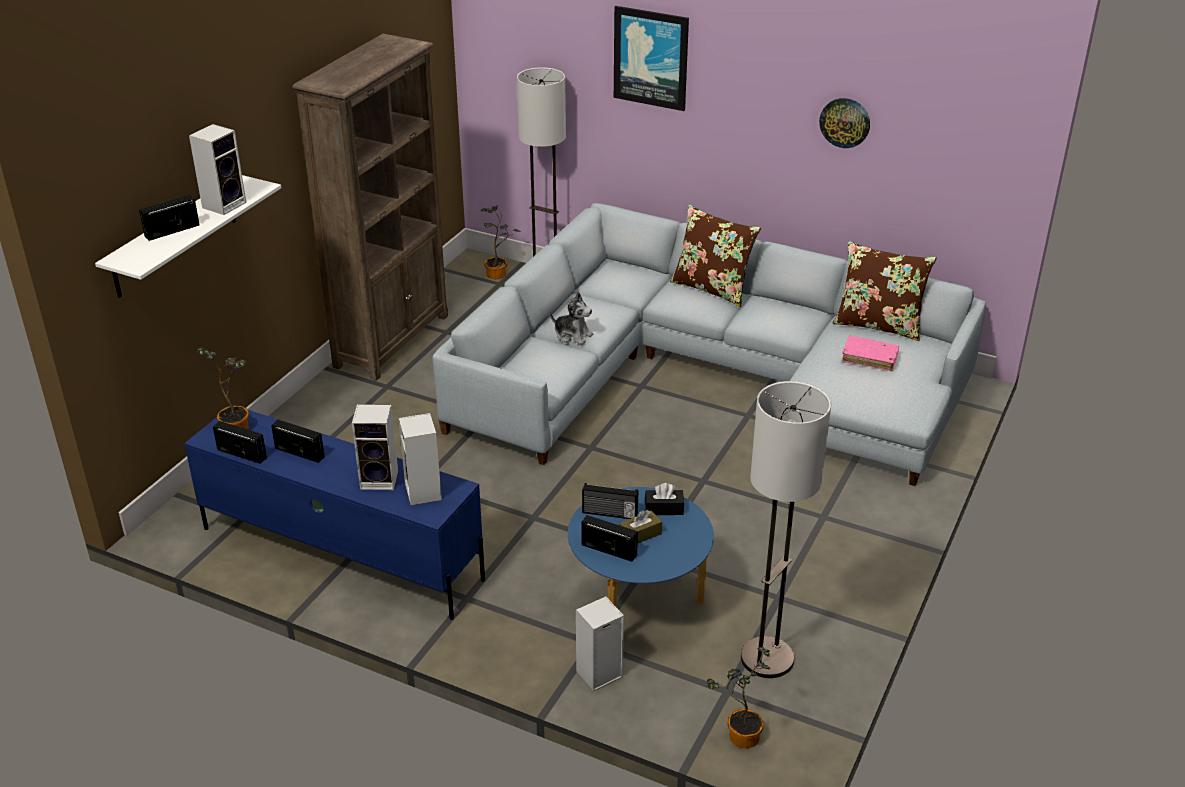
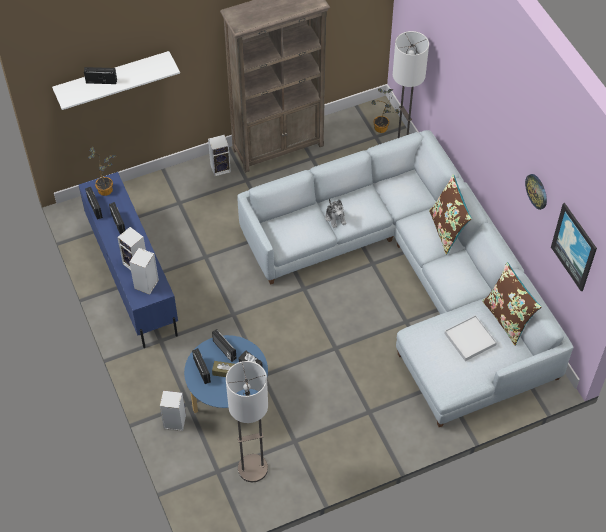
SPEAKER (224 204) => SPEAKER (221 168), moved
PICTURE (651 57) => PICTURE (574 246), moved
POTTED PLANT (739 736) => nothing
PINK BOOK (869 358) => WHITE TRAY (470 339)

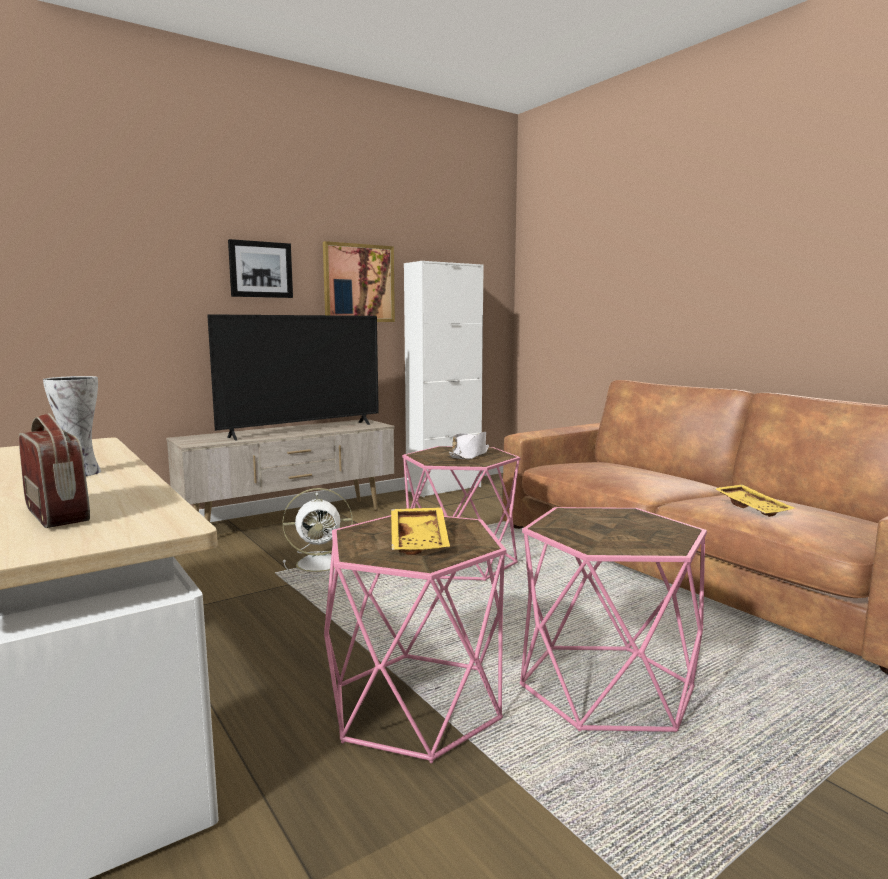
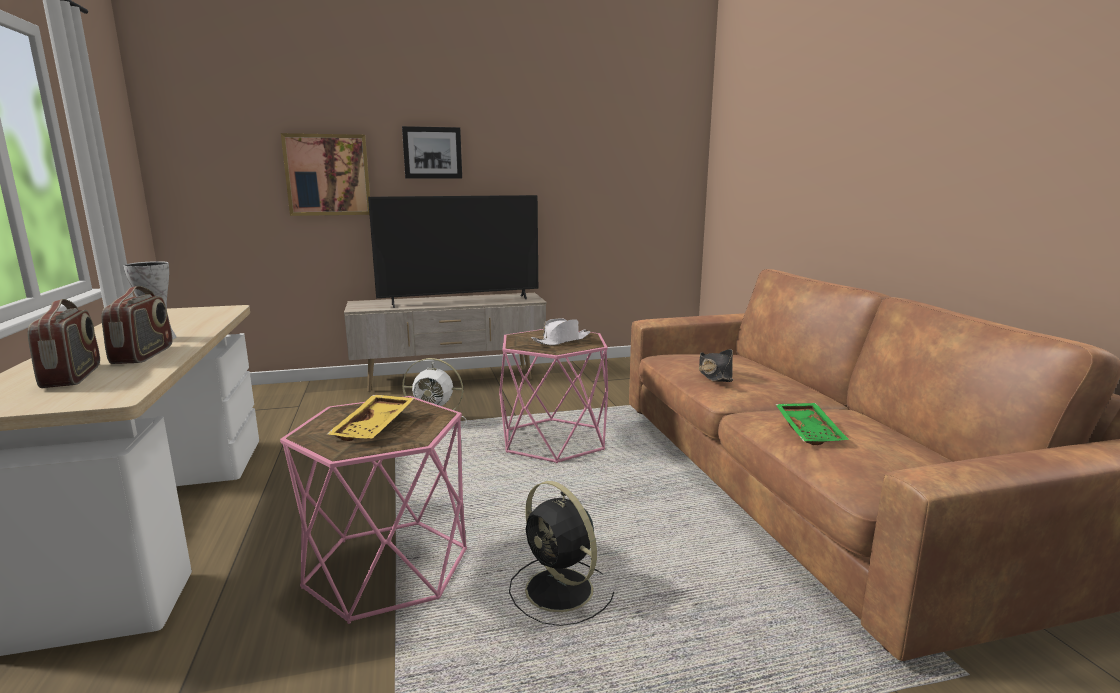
PICTURE (358 283) => PICTURE (328 175), moved
WHITE CABINET (444 488) => nothing
PINK SIDE TABLE (606 688) => BLACK FAN (561 591)
YELLOW TRAY (753 507) => GREEN TRAY (810 431)
nothing => RADIO (144 355)
nothing => BLACK HAT (715 375)

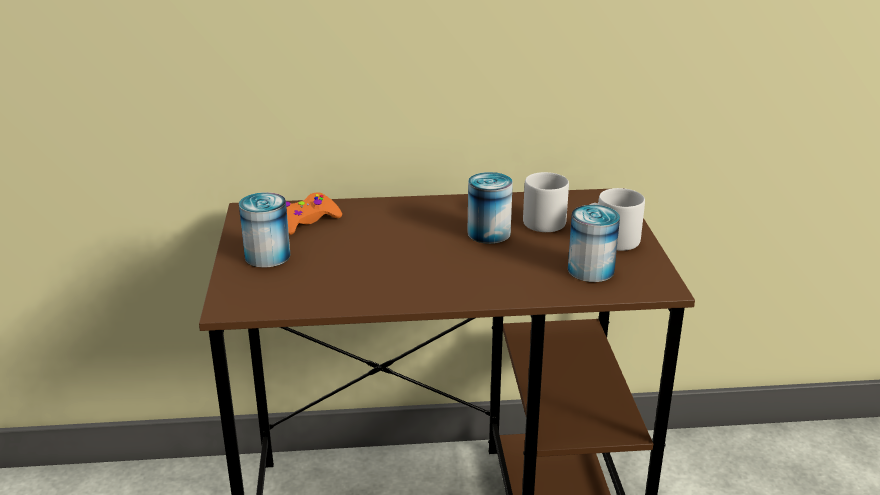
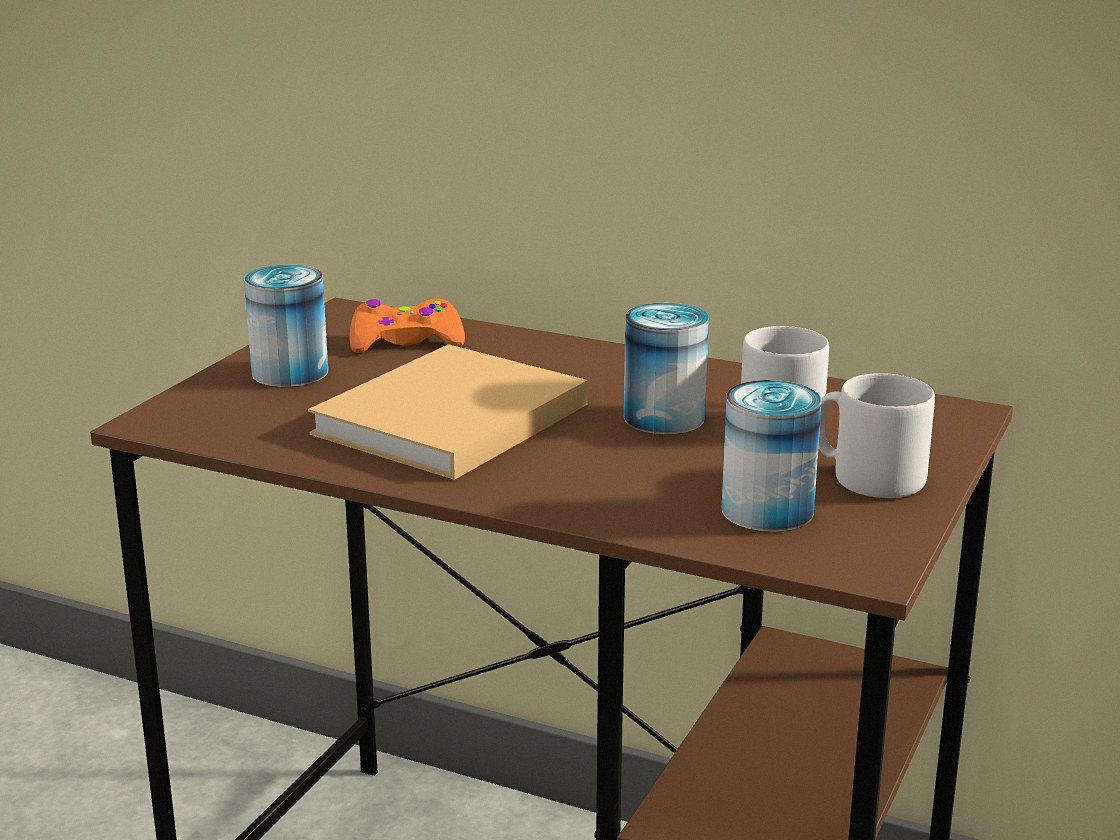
nothing => BEIGE BOOK (446 421)

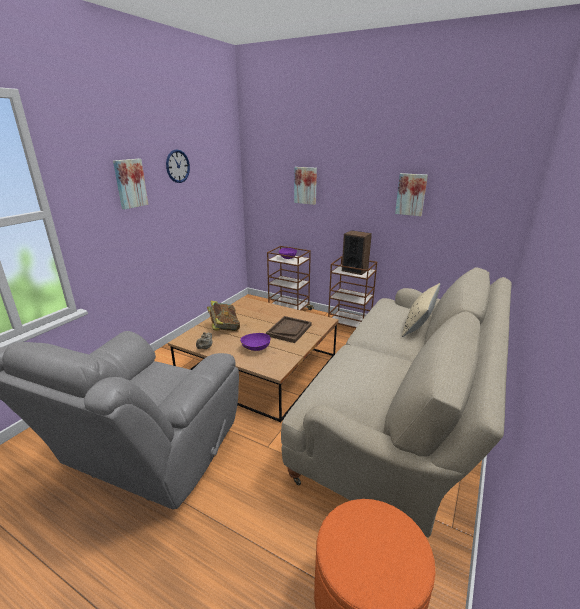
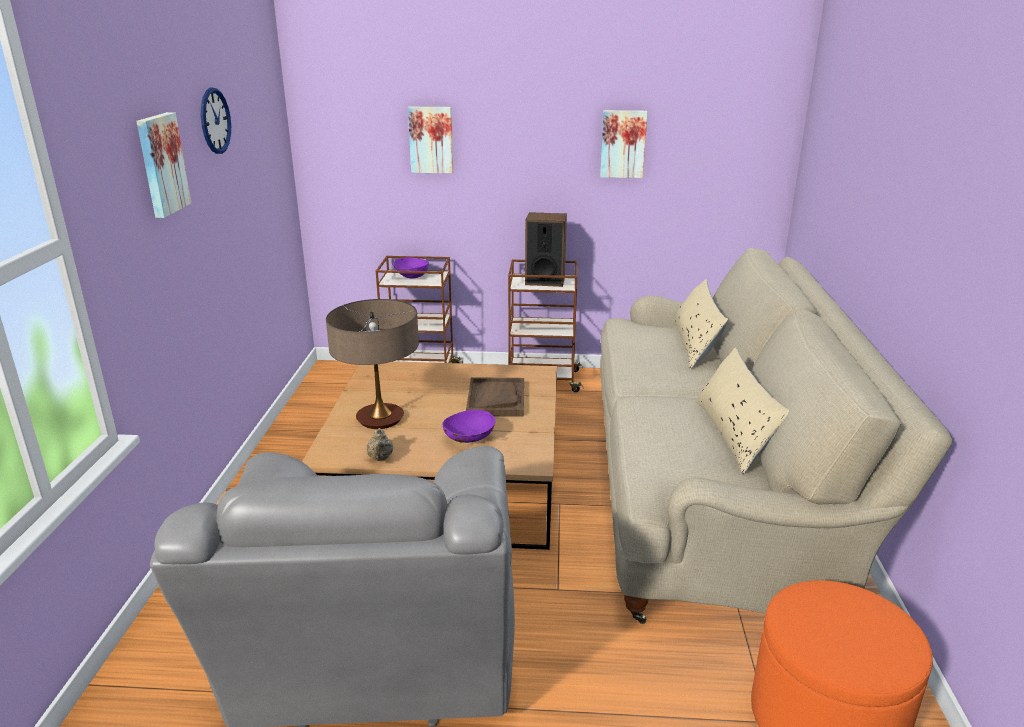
BOOK (224 328) => TABLE LAMP (380 419)
nothing => BEIGE PILLOW (734 434)

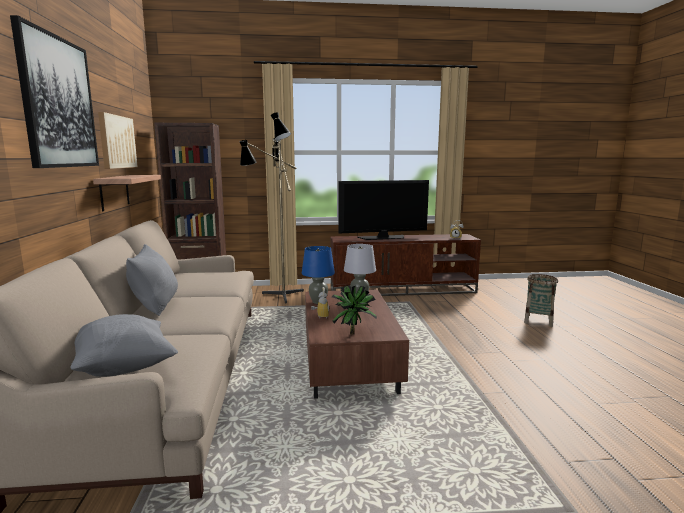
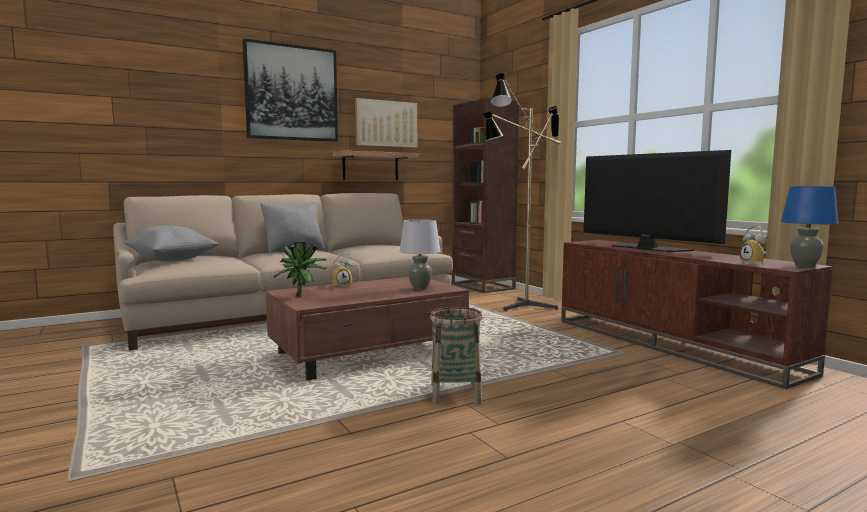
BLUE TABLE LAMP (318 302) => BLUE TABLE LAMP (804 265), moved
BASKET (538 321) => BASKET (455 394), moved

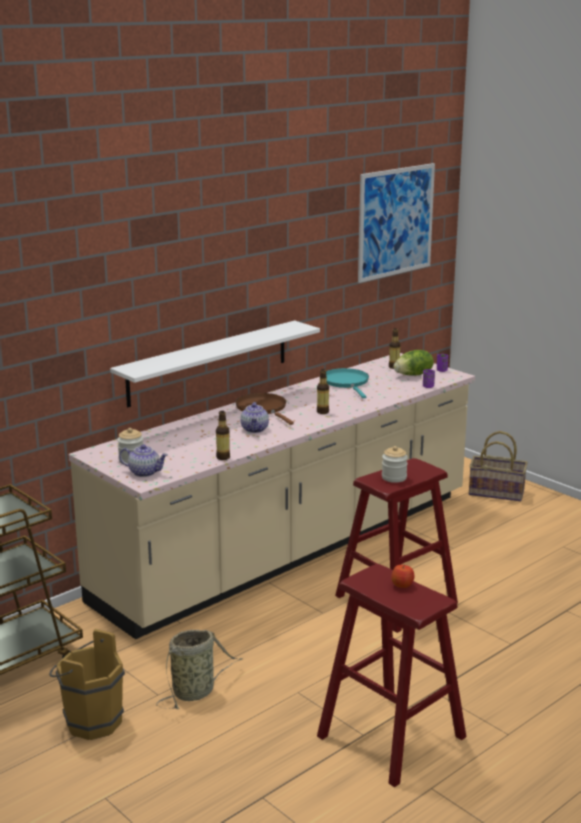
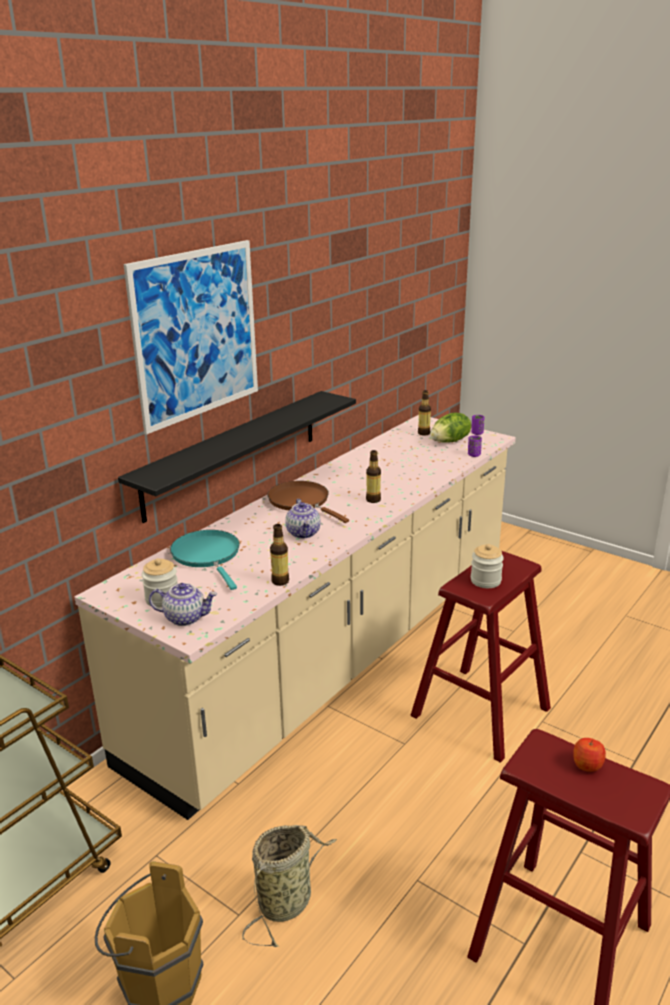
WHITE SHELF (209 363) => BLACK SHELF (233 453)
TURQUOISE FRYING PAN (346 382) => TURQUOISE FRYING PAN (207 556), moved
PICTURE (395 222) => PICTURE (196 334), moved
BASKET (496 492) => nothing

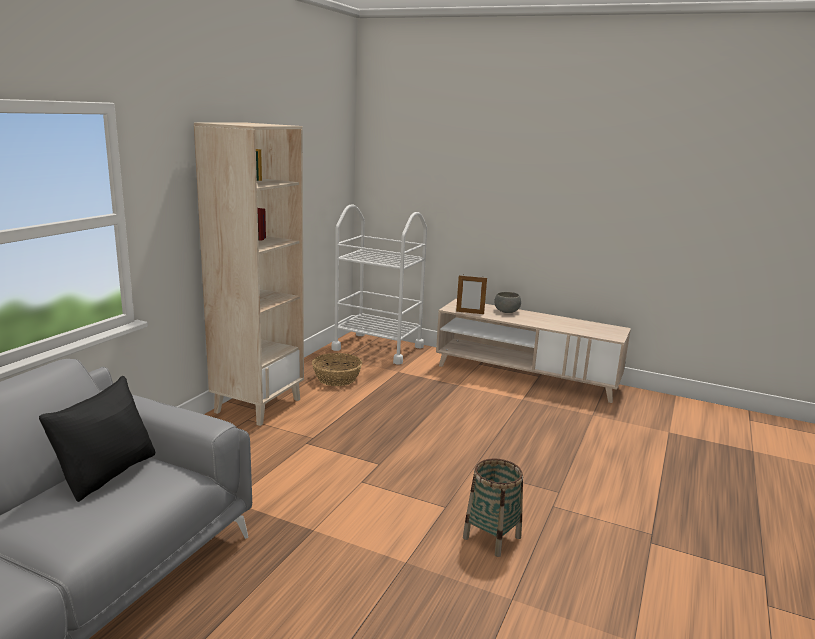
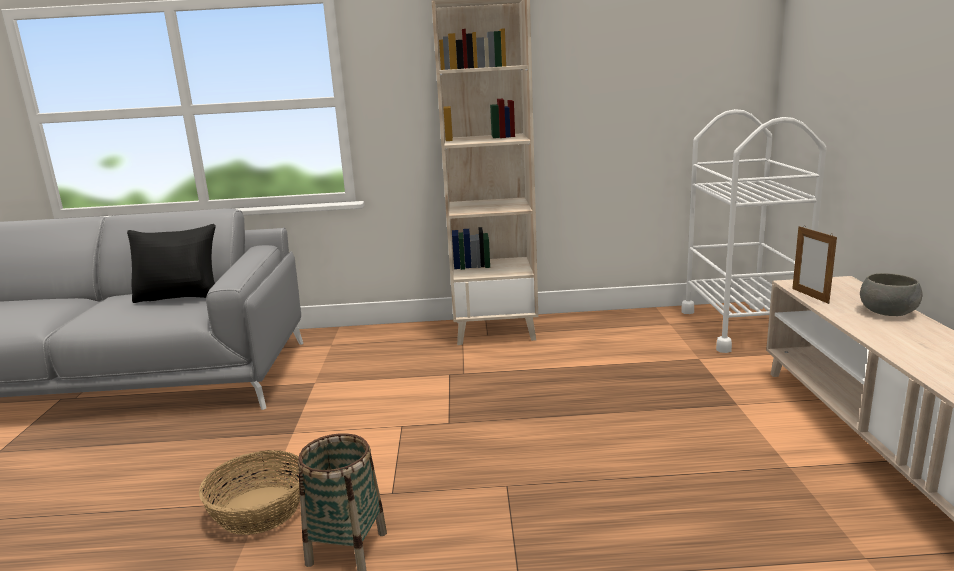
BASKET (336 378) => BASKET (260 509), moved

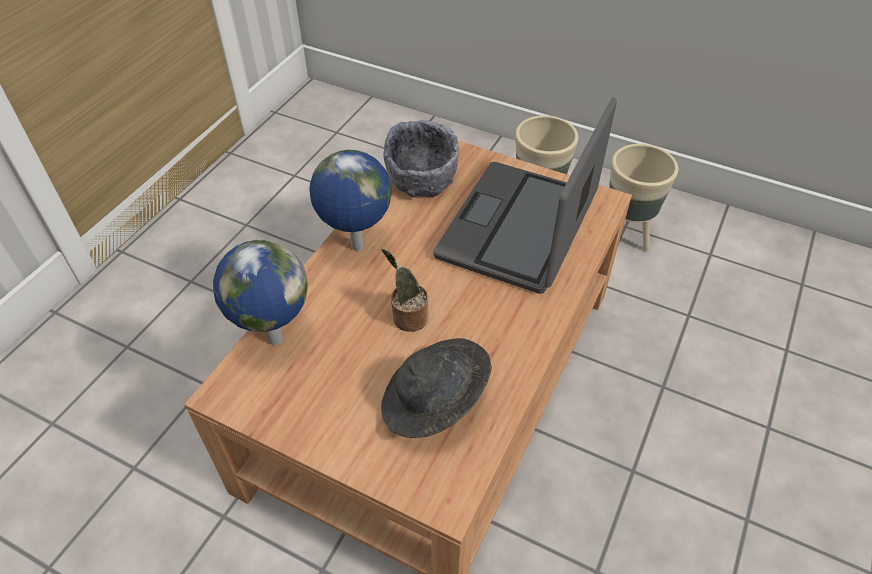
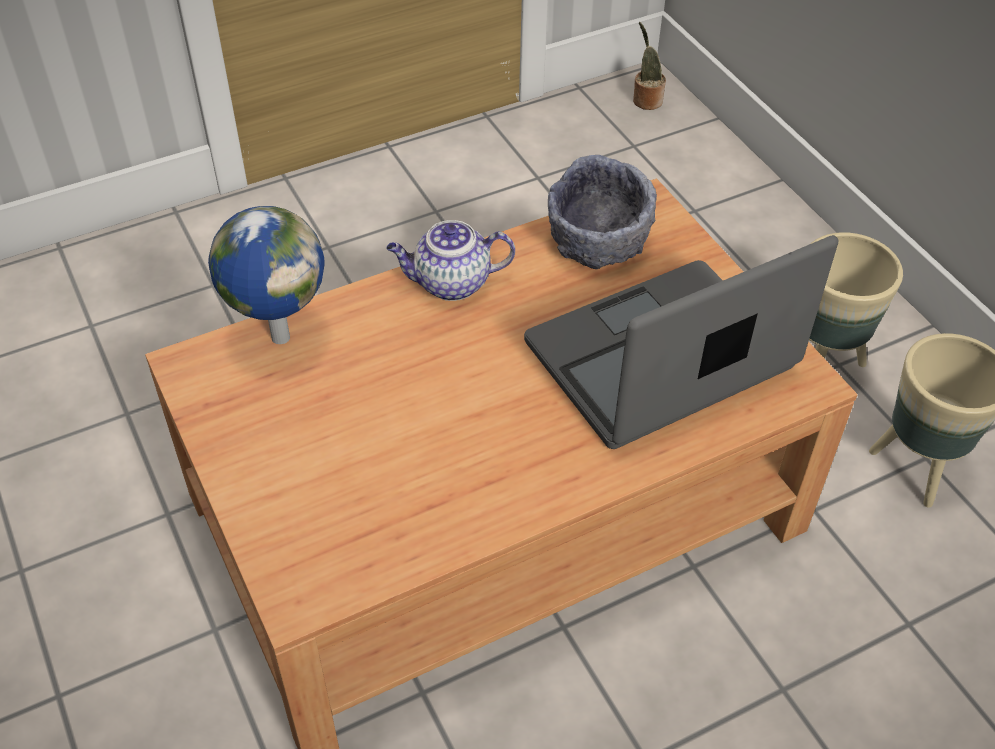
GLOBE (356 247) => TEAPOT (450 283)
POTTED PLANT (407 317) => POTTED PLANT (645 100), moved
GREY HAT (434 403) => nothing

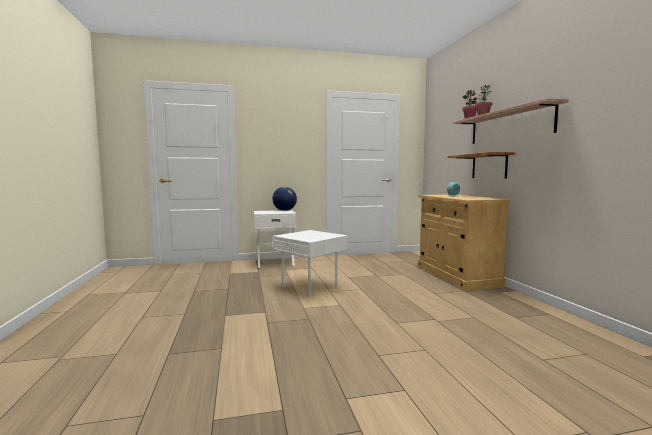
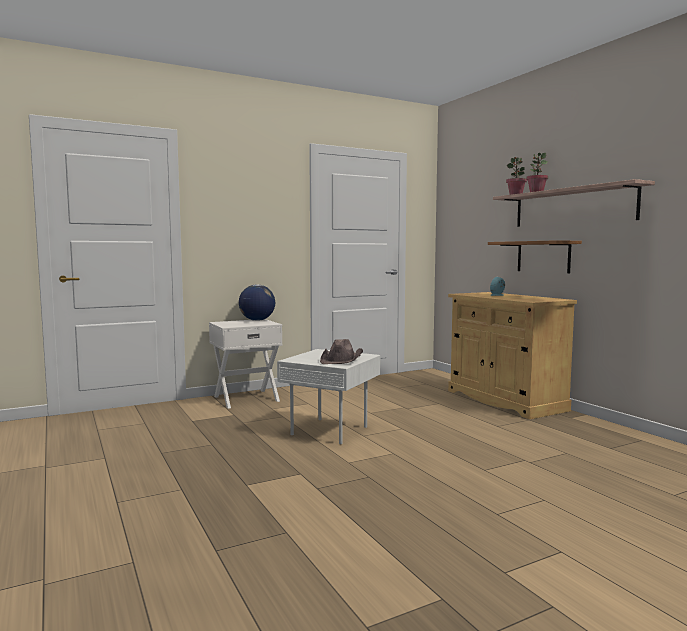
nothing => BROWN HAT (341 359)

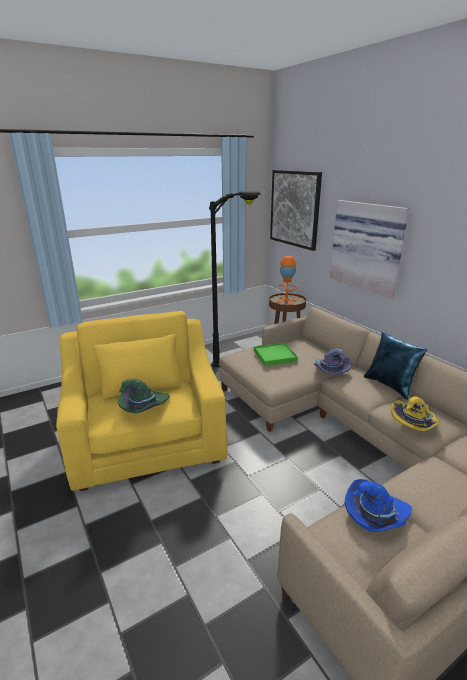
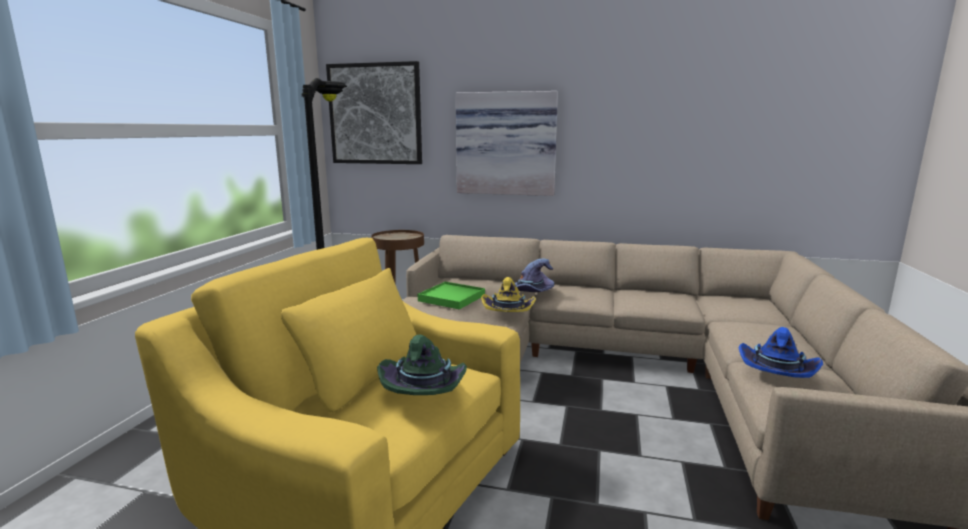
ORANGE TABLE LAMP (286 300) => nothing
BLUE PILLOW (390 385) => nothing
YELLOW HAT (414 423) => YELLOW HAT (508 312), moved

